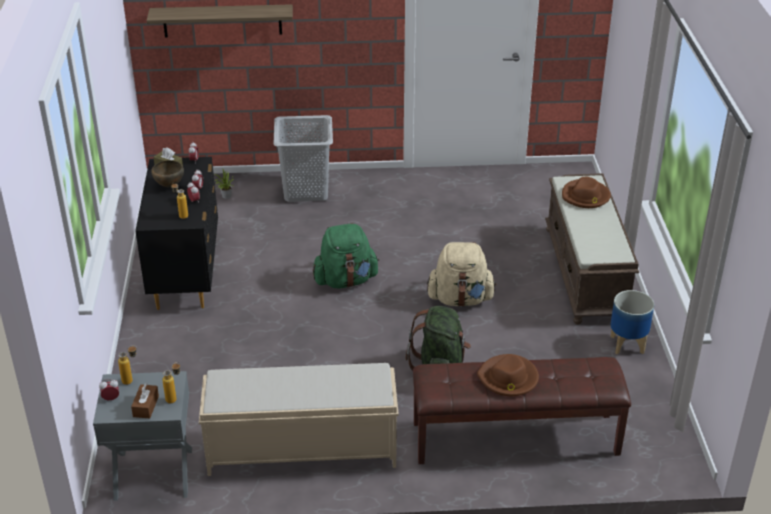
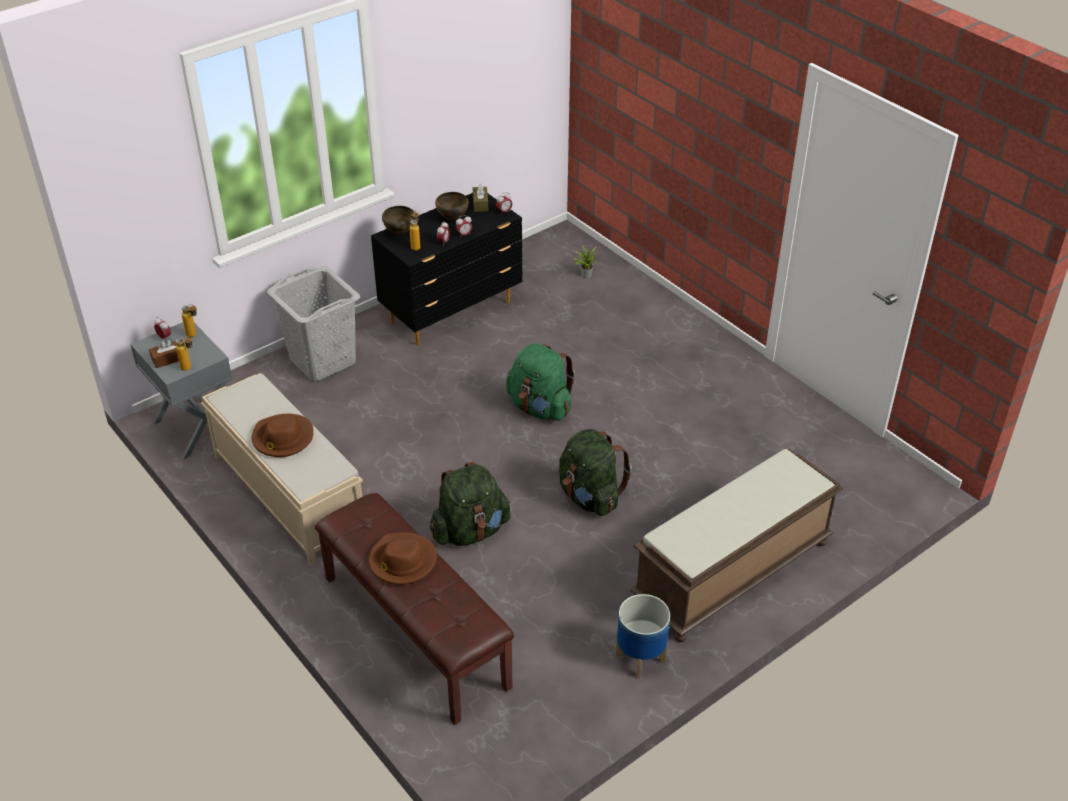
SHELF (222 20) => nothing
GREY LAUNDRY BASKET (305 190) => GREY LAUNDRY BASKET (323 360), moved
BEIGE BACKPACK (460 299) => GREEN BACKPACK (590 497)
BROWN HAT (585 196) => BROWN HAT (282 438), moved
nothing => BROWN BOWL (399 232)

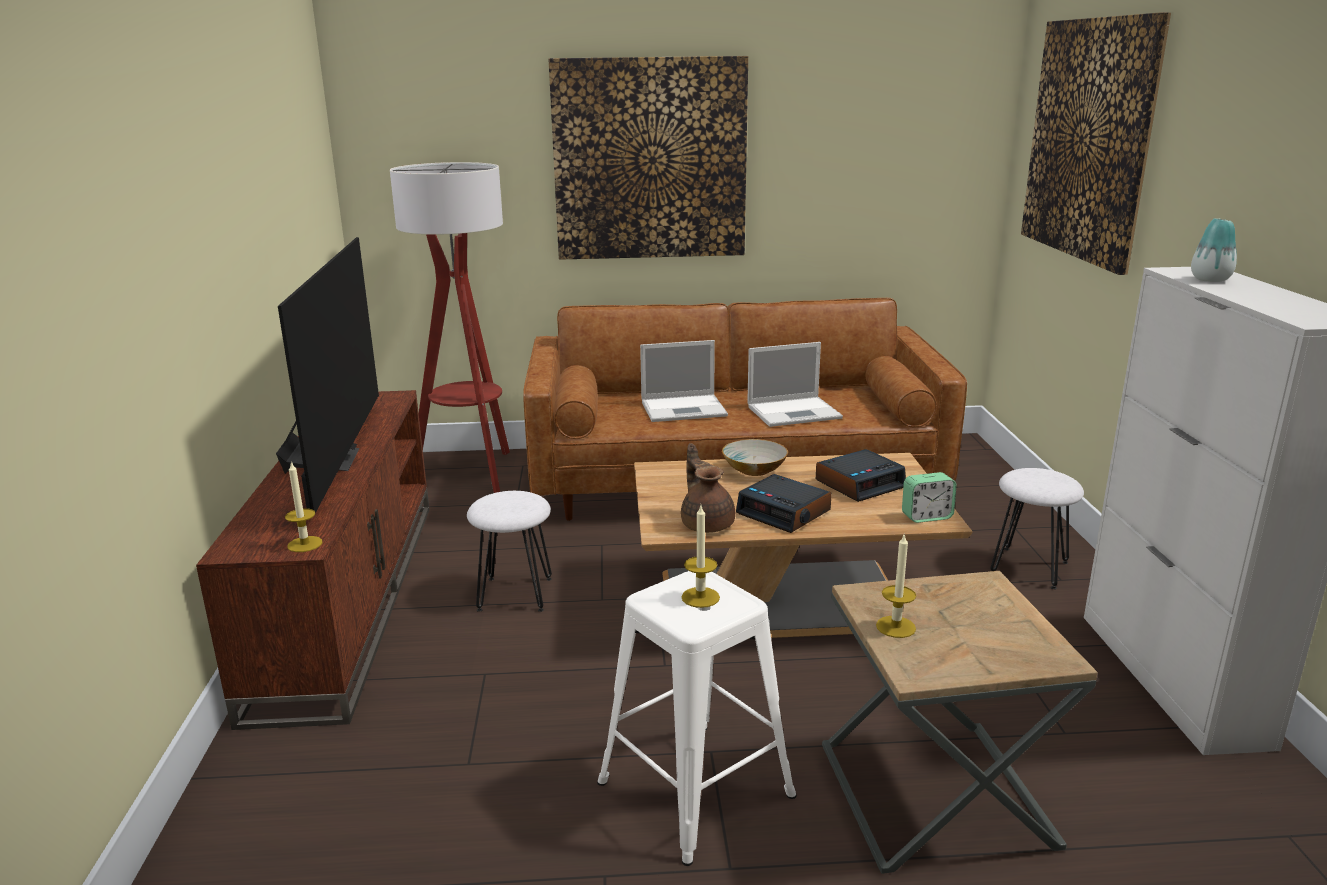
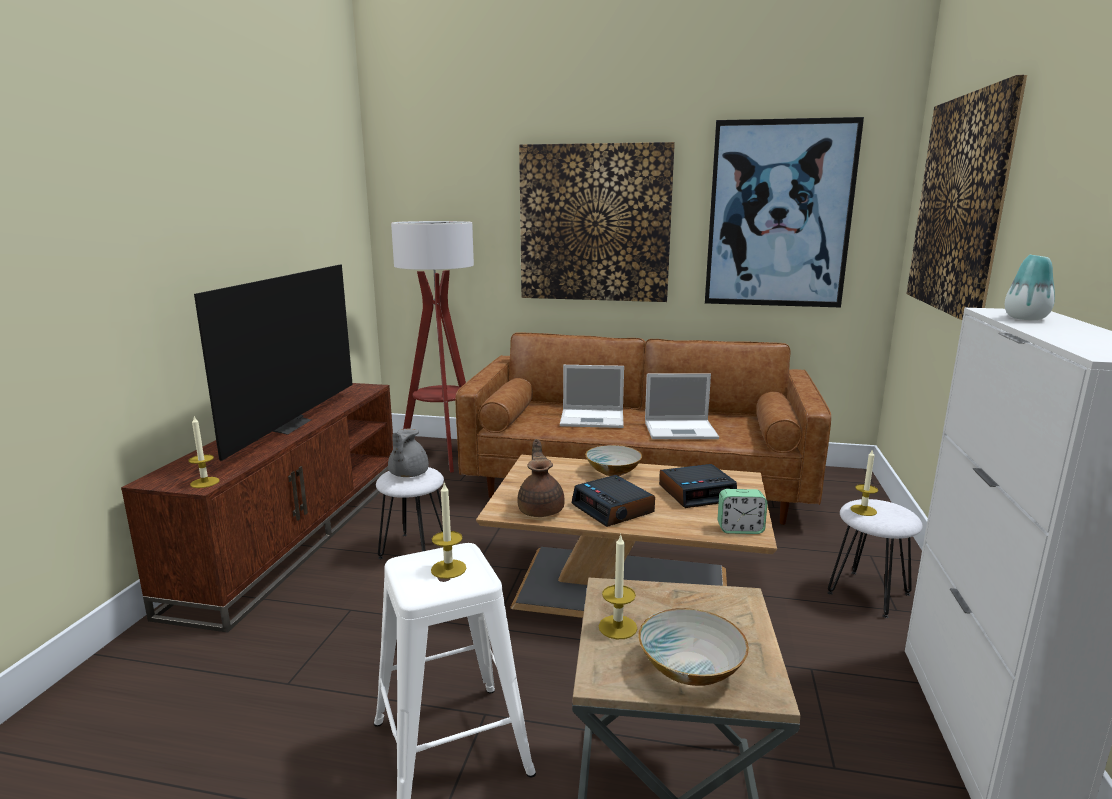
nothing => GREY TEAPOT (407 474)
nothing => BOWL (689 667)
nothing => PICTURE (779 215)
nothing => CANDLE (863 510)

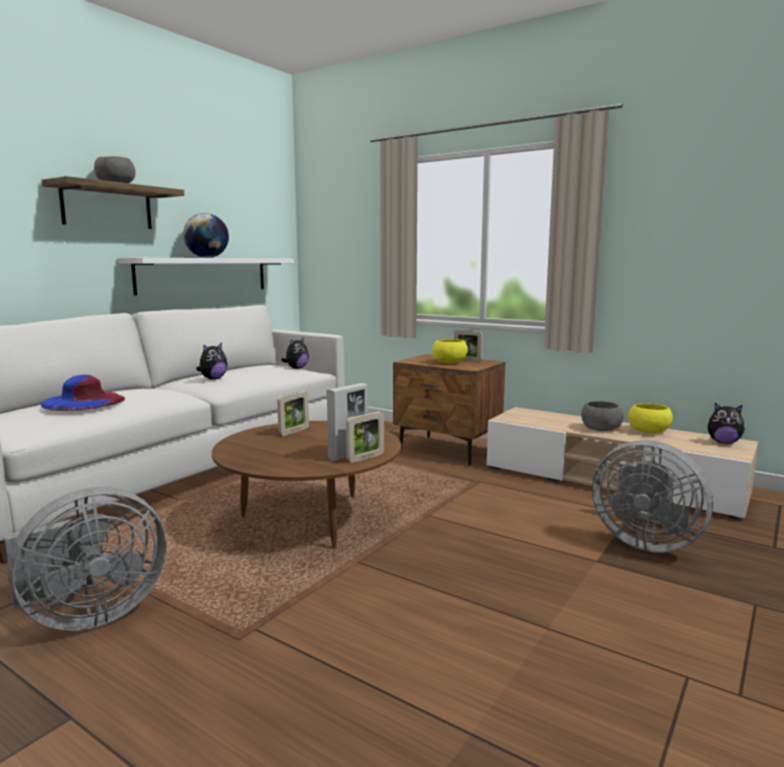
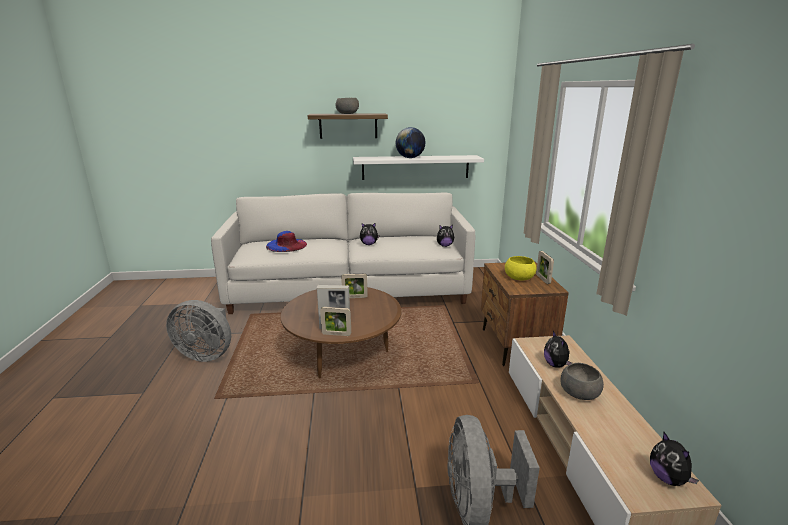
YELLOW BOWL (649 431) => nothing
nothing => PLUSH TOY (556 365)

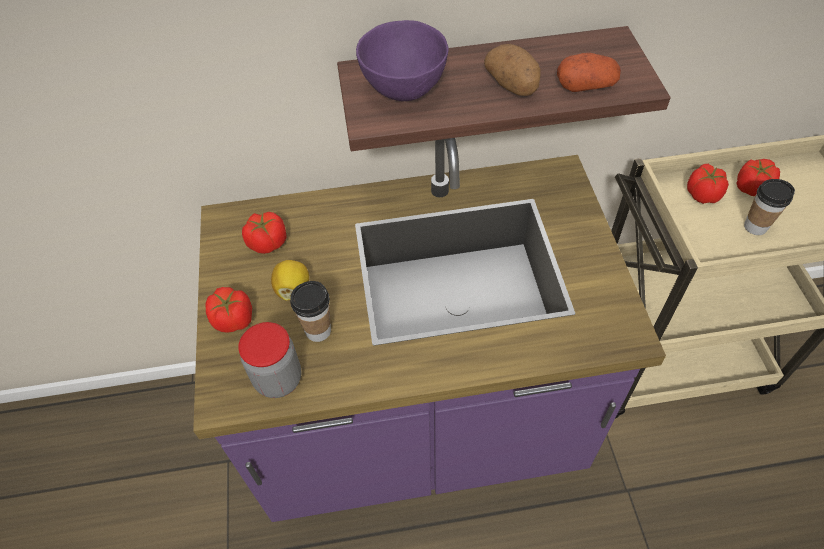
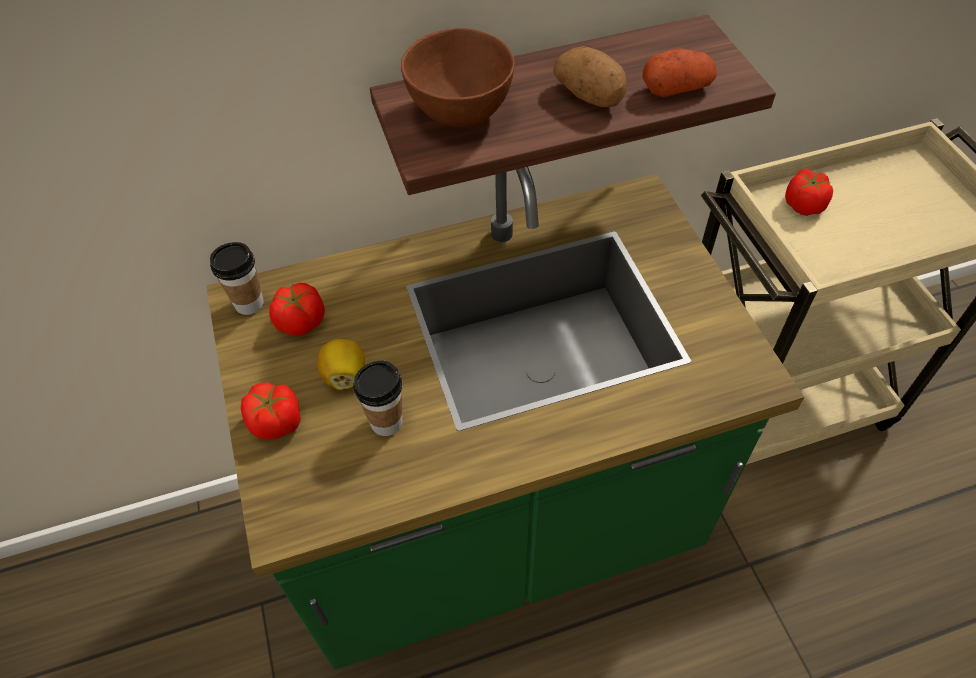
PURPLE COUNTER (419 428) => GREEN COUNTER (494 527)
JAR (278 379) => nothing
PURPLE BOWL (404 88) => BROWN BOWL (460 111)
TOMATO (751 188) => nothing
CUP (755 227) => CUP (249 303), moved

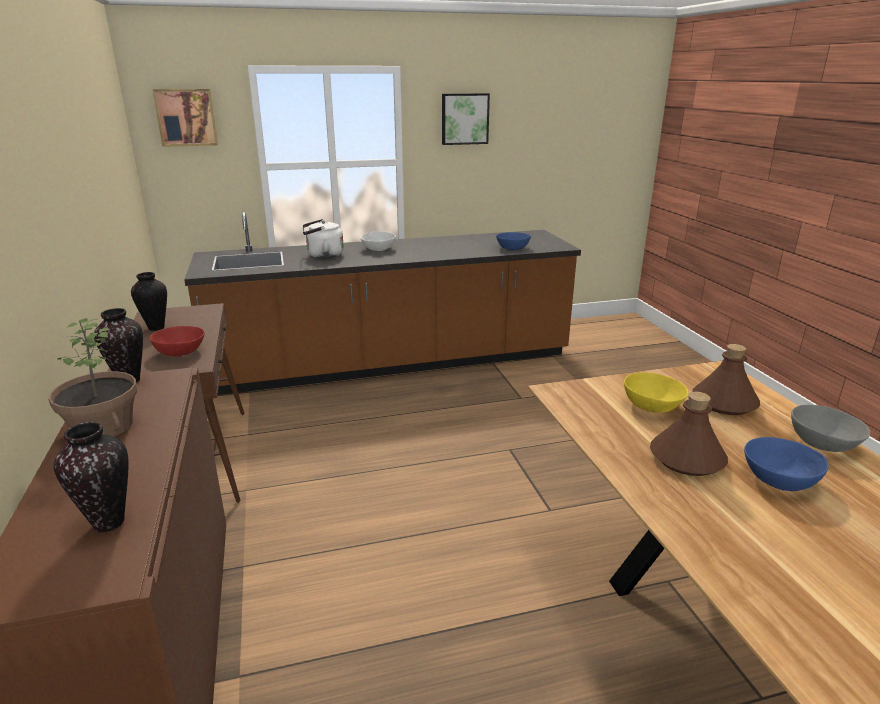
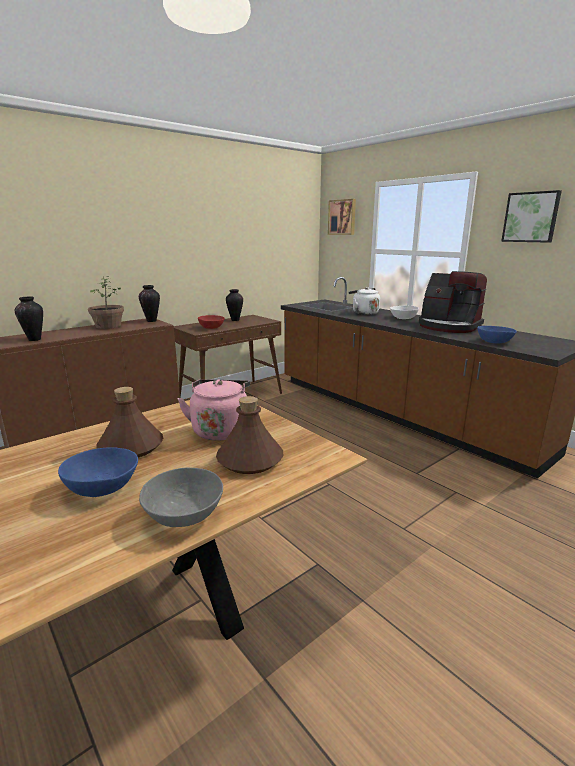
YELLOW BOWL (652 406) => PINK KETTLE (220 430)
nothing => COFFEE MACHINE (448 326)

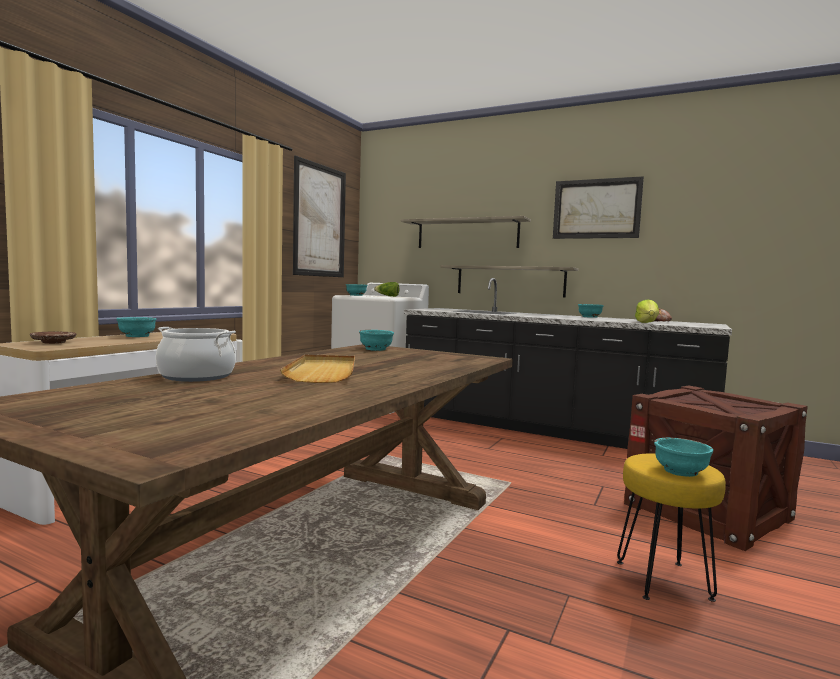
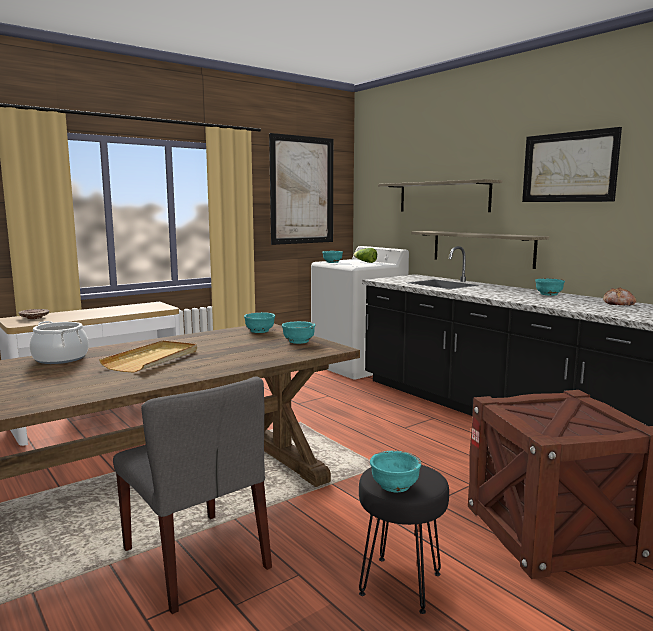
TURQUOISE BOWL (137 336) => TURQUOISE BOWL (298 341), moved
YELLOW STOOL (664 580) => BLACK STOOL (401 584)
LETTUCE (647 323) => nothing
nothing => GREY CHAIR (196 559)

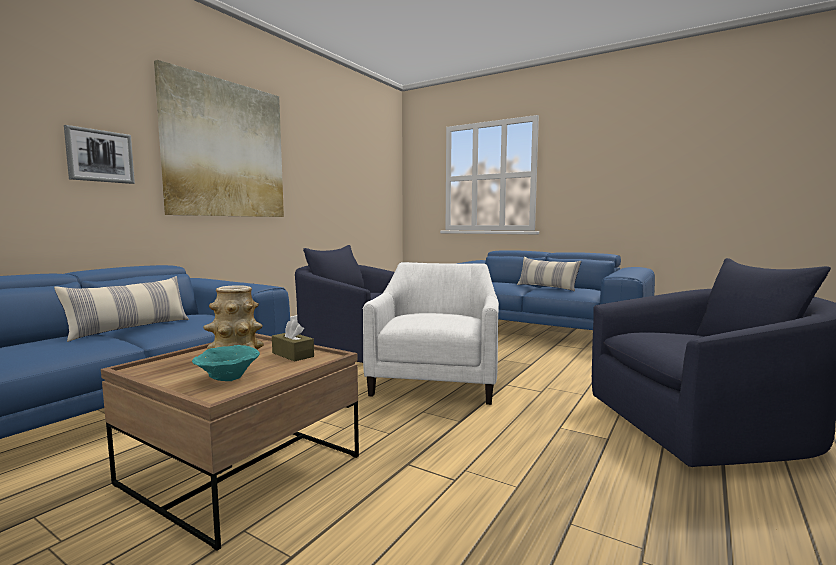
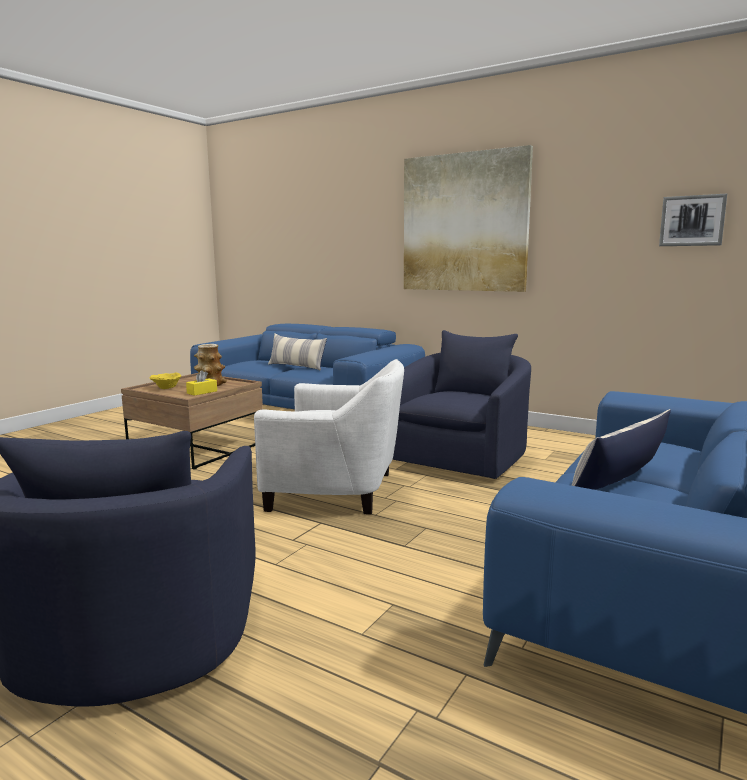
PICTURE (100 156) => PICTURE (692 220), moved
TURQUOISE BOWL (227 378) => YELLOW BOWL (166 388)
BROWN TISSUE BOX (293 355) => YELLOW TISSUE BOX (202 392)

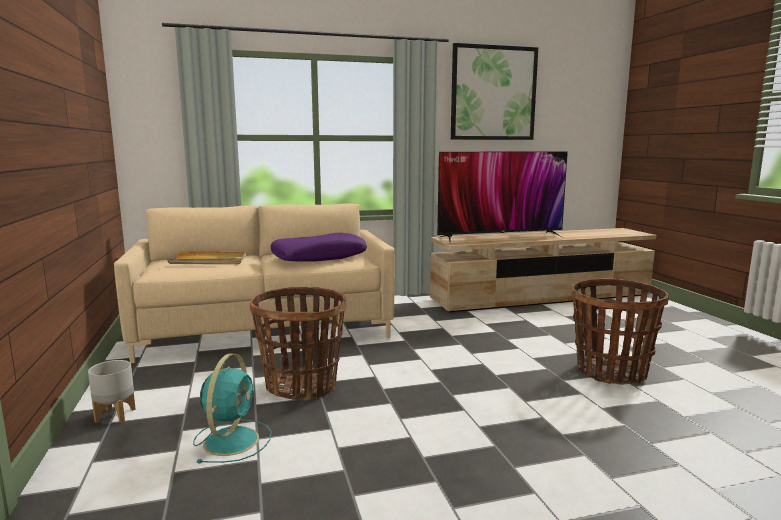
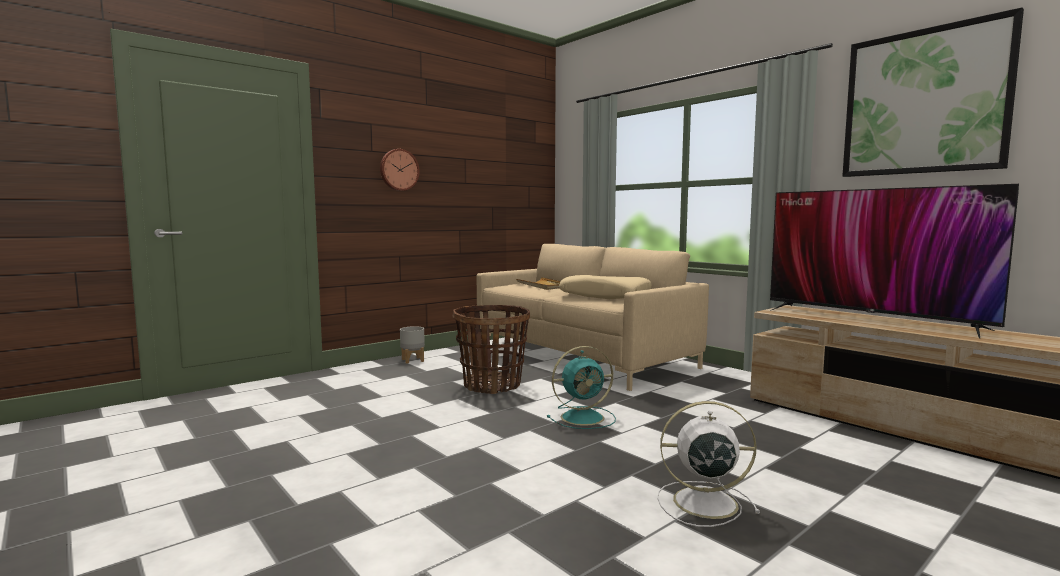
TURQUOISE FAN (232 439) => TURQUOISE FAN (584 417), moved
PURPLE PILLOW (319 257) => BEIGE PILLOW (605 296)
BASKET (611 372) => WHITE FAN (702 502)
nothing => WALL CLOCK (398 170)

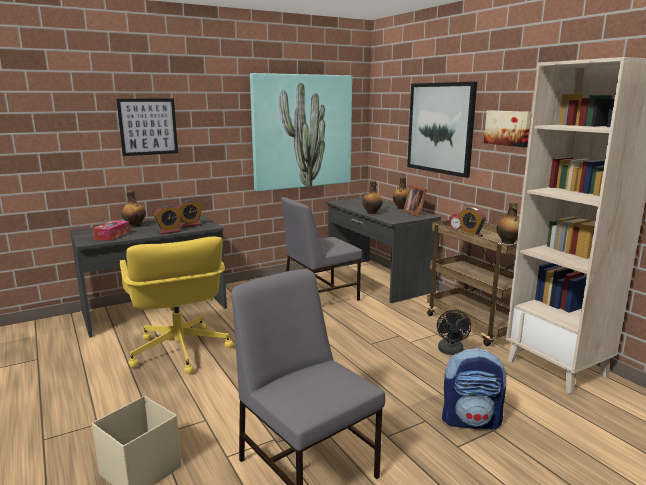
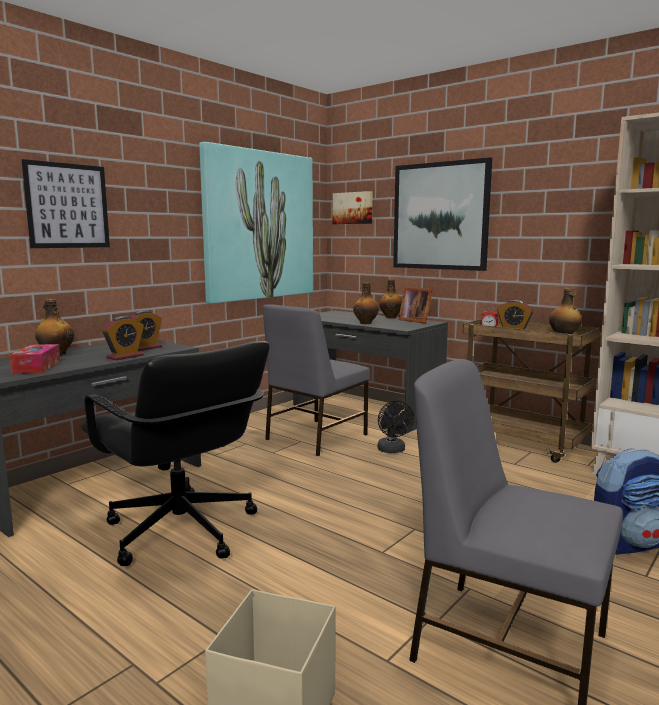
YELLOW OFFICE CHAIR (179 351) => BLACK OFFICE CHAIR (181 531)
BLACK FAN (451 352) => BLACK FAN (392 450), moved
PICTURE (507 128) => PICTURE (353 208), moved

